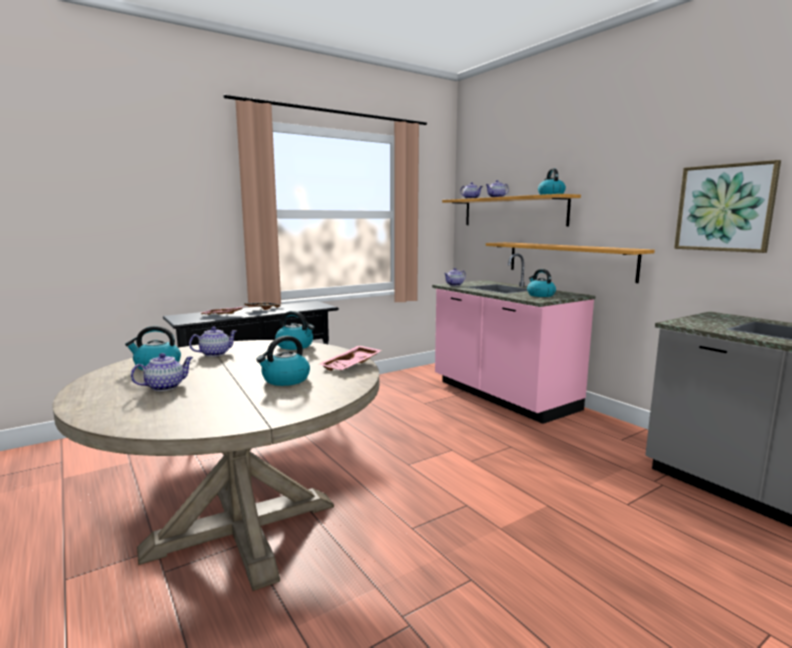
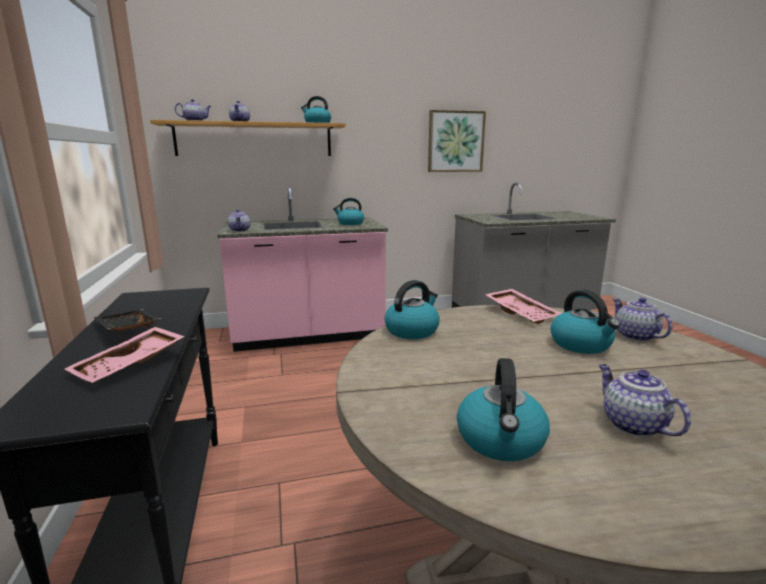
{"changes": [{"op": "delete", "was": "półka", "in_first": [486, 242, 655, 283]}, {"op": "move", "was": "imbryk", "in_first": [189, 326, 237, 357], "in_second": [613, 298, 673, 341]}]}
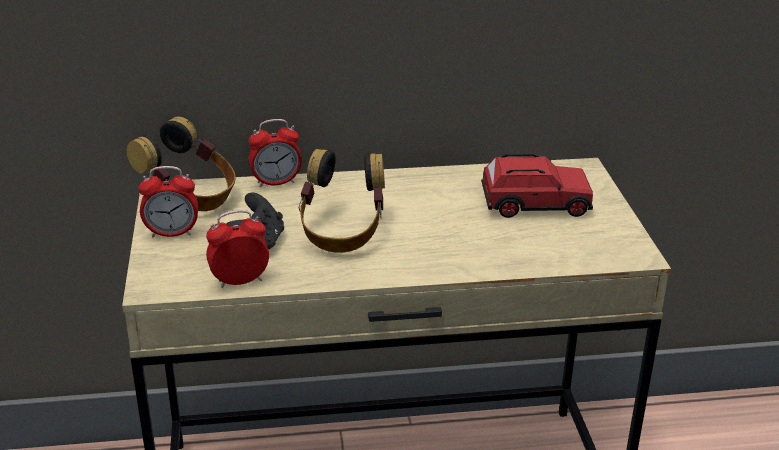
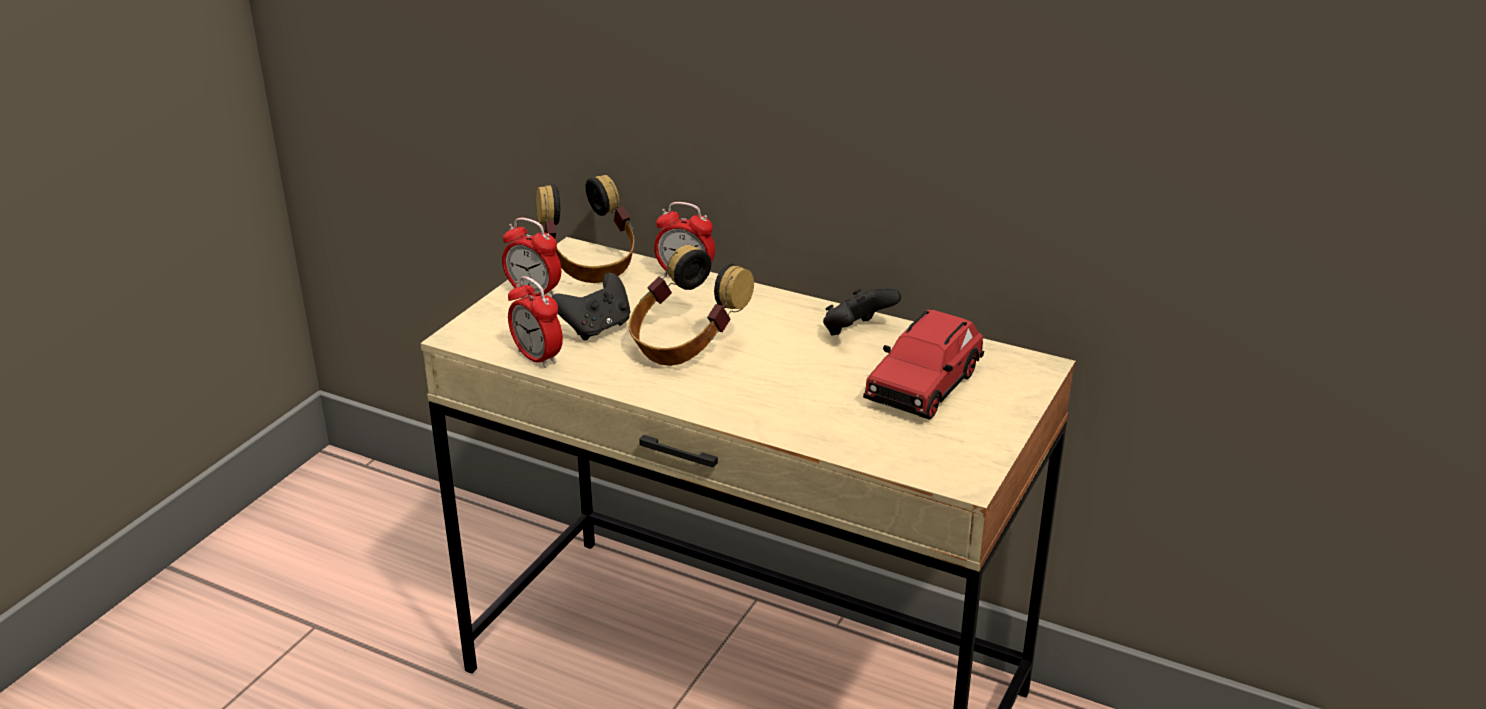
{"changes": [{"op": "rotate", "was": "samochodzik [czerwony]", "in_first": [481, 154, 593, 218], "in_second": [863, 310, 984, 420], "clockwise": 90}, {"op": "rotate", "was": "budzik", "in_first": [206, 210, 269, 288], "in_second": [508, 276, 563, 368], "clockwise": -150}, {"op": "insert", "now": "pad do gier [czarny]", "in_second": [823, 287, 901, 335]}]}
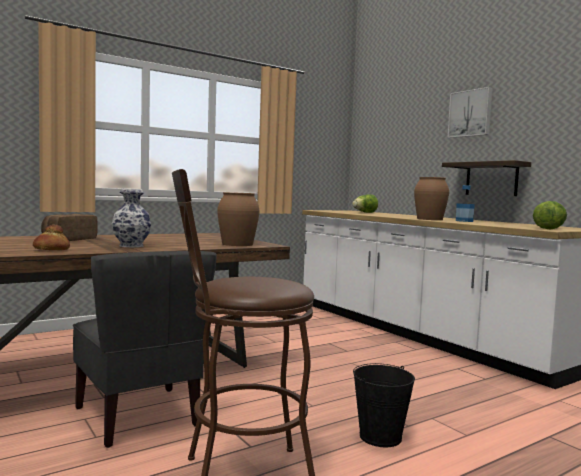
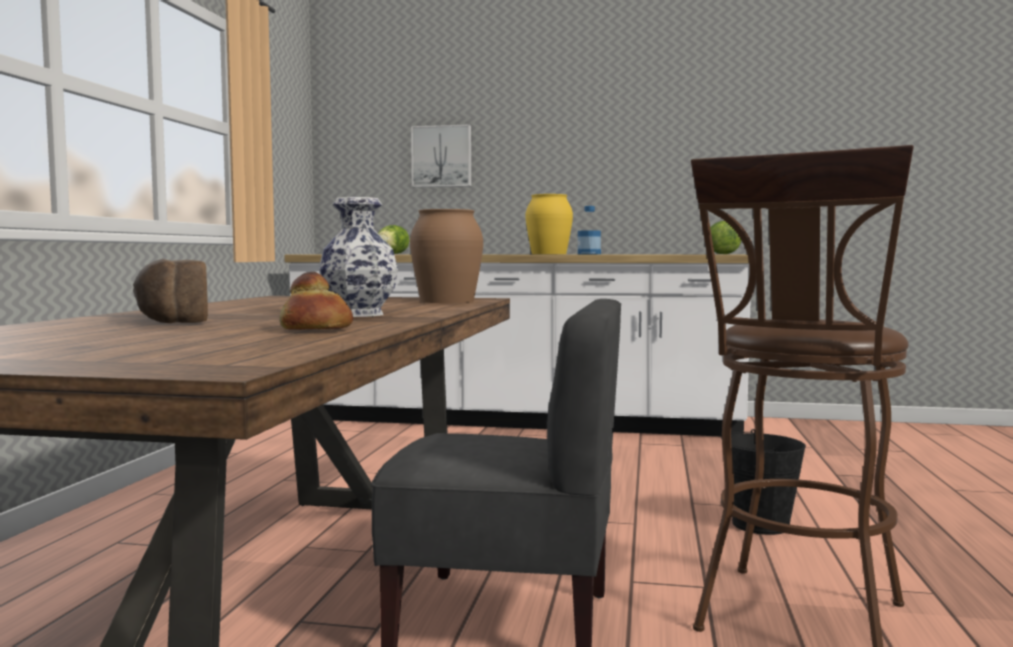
{"changes": [{"op": "move", "was": "obraz", "in_first": [448, 87, 493, 138], "in_second": [411, 125, 471, 187]}, {"op": "delete", "was": "półka", "in_first": [442, 160, 531, 196]}, {"op": "recolor", "was": "wazon [brązowy]", "now": "wazon [żółty]", "in_first": [414, 177, 449, 220], "in_second": [526, 194, 573, 254]}]}
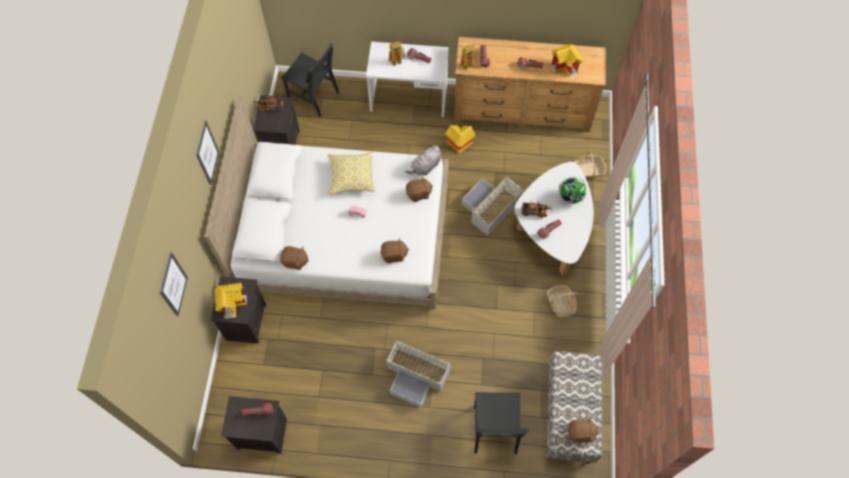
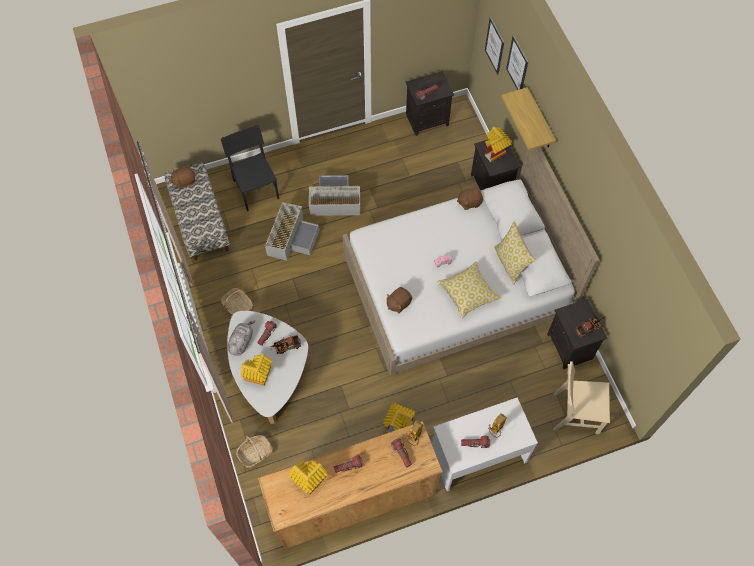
{"changes": [{"op": "recolor", "was": "krzesło [czarny]", "now": "krzesło [beżowy]", "in_first": [281, 43, 339, 117], "in_second": [553, 361, 610, 434]}, {"op": "move", "was": "obraz", "in_first": [196, 121, 219, 185], "in_second": [485, 17, 504, 75]}, {"op": "move", "was": "pluszak [szary]", "in_first": [405, 145, 441, 175], "in_second": [228, 321, 256, 356]}, {"op": "move", "was": "pojemnik do przechowywania [szary]", "in_first": [462, 176, 523, 235], "in_second": [265, 202, 319, 261]}, {"op": "replace", "was": "globus", "now": "domek", "in_first": [558, 176, 587, 204], "in_second": [241, 354, 272, 386]}, {"op": "delete", "was": "pluszak [brązowy]", "in_first": [380, 238, 409, 263]}, {"op": "insert", "now": "półka", "in_second": [501, 87, 556, 151]}, {"op": "insert", "now": "poduszka", "in_second": [494, 221, 535, 285]}]}
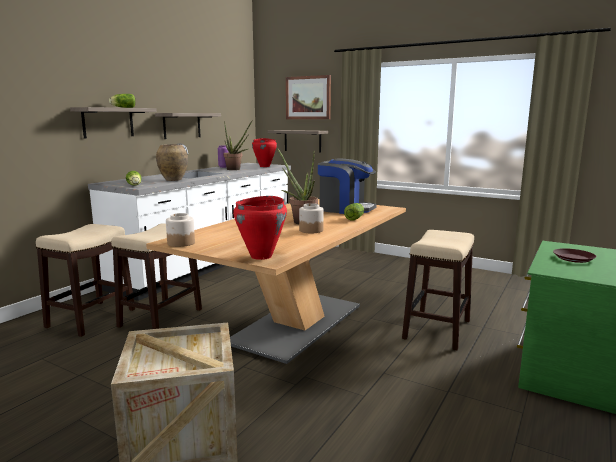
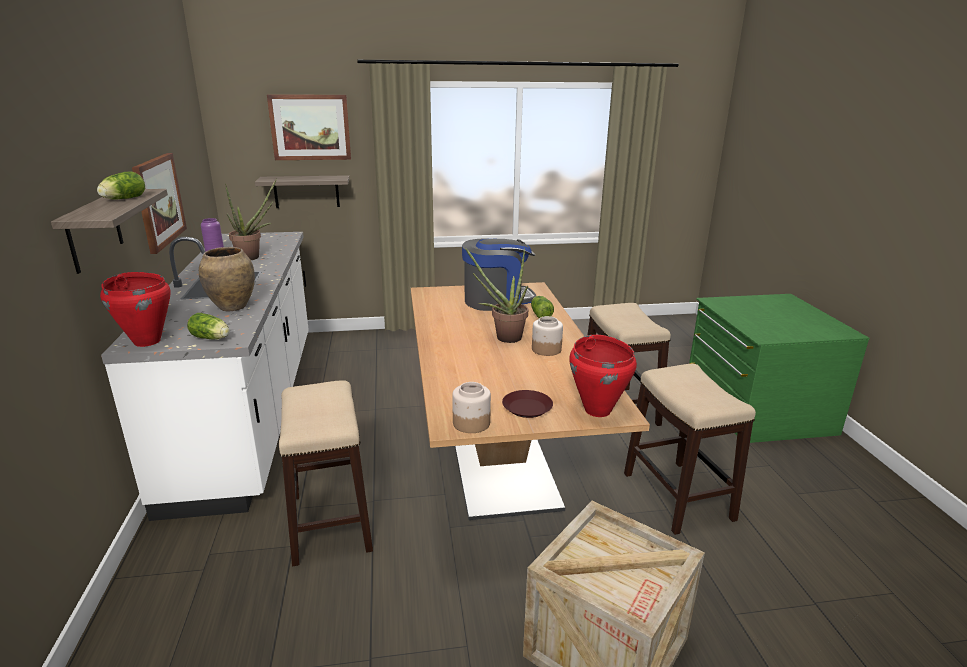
{"changes": [{"op": "replace", "was": "półka", "now": "obraz", "in_first": [155, 113, 221, 139], "in_second": [132, 153, 187, 254]}, {"op": "move", "was": "garnek [czerwony]", "in_first": [252, 138, 277, 167], "in_second": [100, 272, 171, 347]}, {"op": "move", "was": "stołek", "in_first": [36, 224, 135, 337], "in_second": [624, 364, 756, 535]}, {"op": "move", "was": "talerz [brązowy]", "in_first": [553, 248, 597, 263], "in_second": [502, 390, 553, 418]}]}
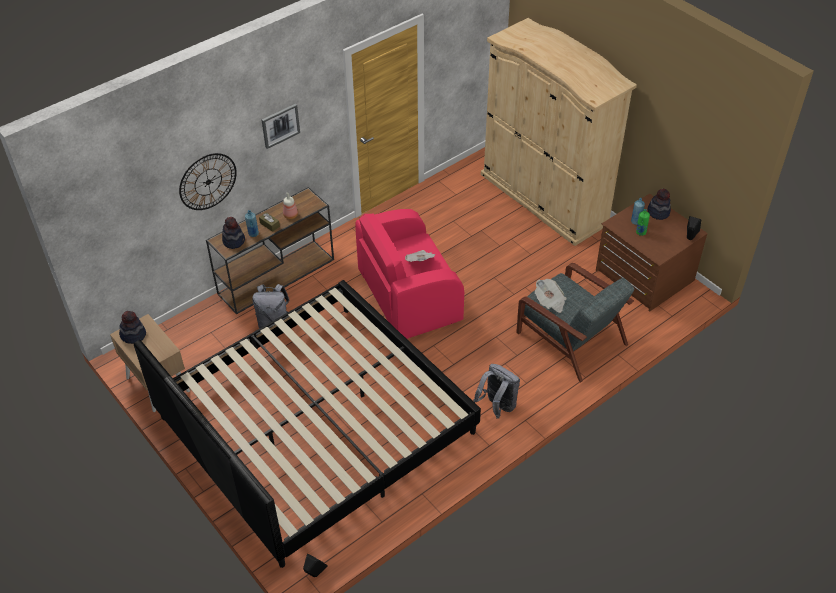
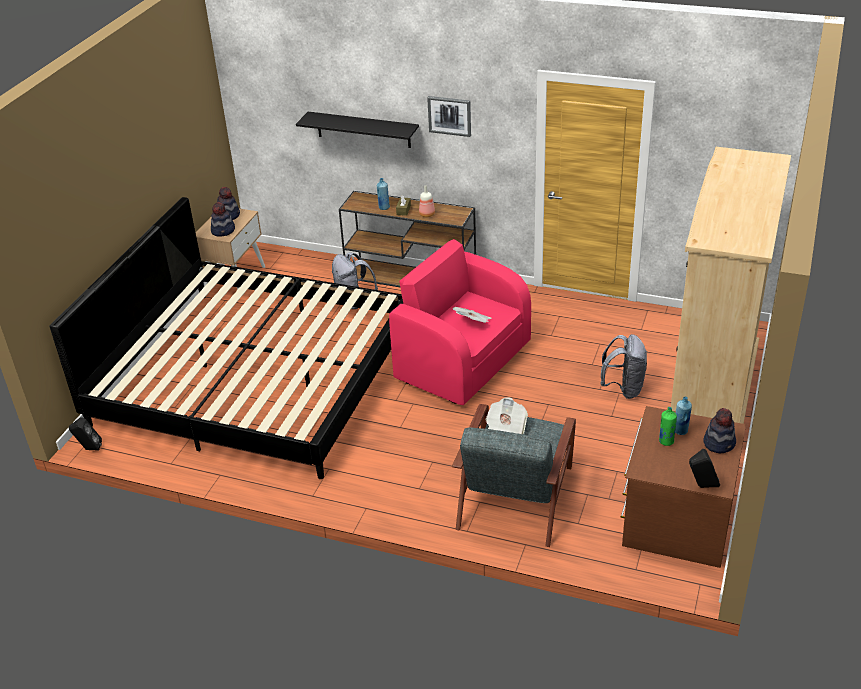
{"changes": [{"op": "replace", "was": "zegar ścienny", "now": "półka [czarny]", "in_first": [179, 153, 237, 210], "in_second": [296, 112, 419, 148]}, {"op": "move", "was": "kapelusz", "in_first": [222, 217, 245, 249], "in_second": [211, 202, 235, 237]}, {"op": "move", "was": "plecak [szary]", "in_first": [473, 364, 520, 419], "in_second": [601, 334, 647, 399]}]}
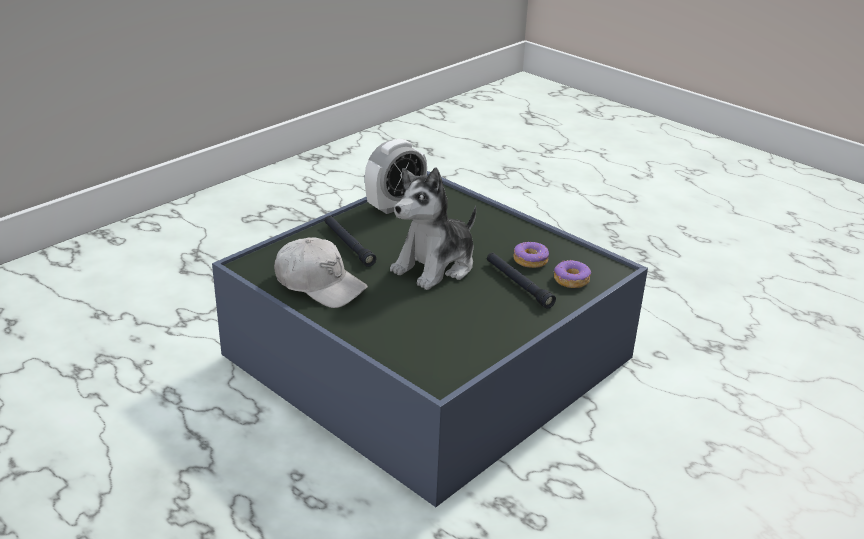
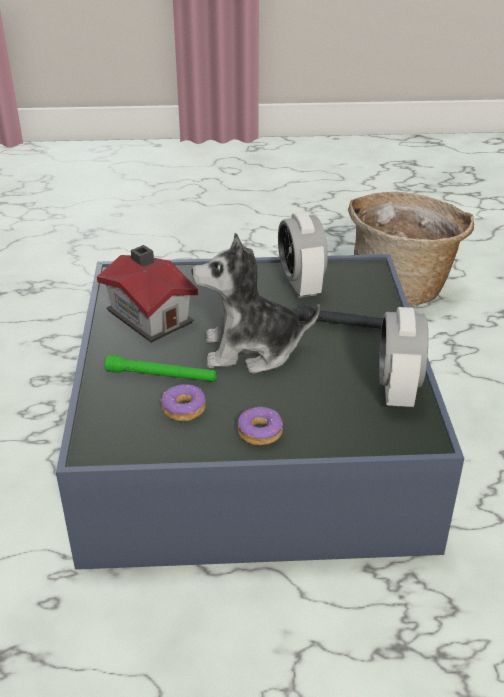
{"changes": [{"op": "rotate", "was": "pluszak", "in_first": [390, 167, 476, 290], "in_second": [192, 233, 320, 374], "clockwise": -90}, {"op": "replace", "was": "czapka z daszkiem [biały]", "now": "budzik", "in_first": [274, 237, 368, 308], "in_second": [278, 212, 328, 298]}, {"op": "recolor", "was": "latarka [czarny]", "now": "latarka [zielony]", "in_first": [487, 252, 556, 309], "in_second": [105, 355, 217, 382]}, {"op": "move", "was": "donut", "in_first": [554, 260, 591, 288], "in_second": [238, 407, 283, 445]}, {"op": "insert", "now": "koszyk", "in_second": [348, 192, 474, 306]}, {"op": "insert", "now": "domek", "in_second": [97, 245, 198, 343]}]}
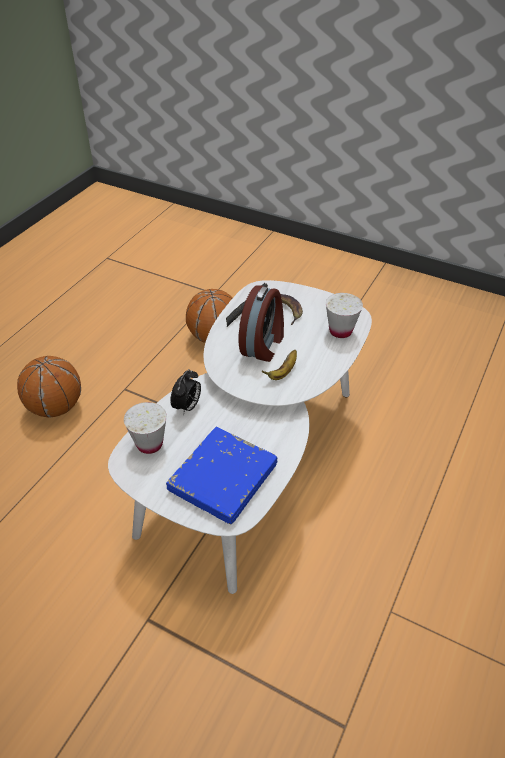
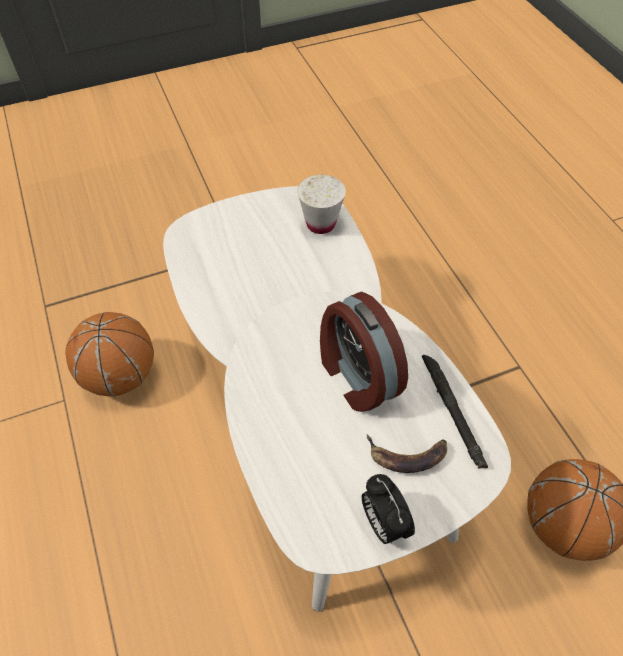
{"changes": [{"op": "delete", "was": "filiżanka [biały]", "in_first": [326, 293, 363, 338]}, {"op": "delete", "was": "banan", "in_first": [262, 350, 297, 380]}, {"op": "move", "was": "piłka do koszykówki", "in_first": [17, 356, 81, 418], "in_second": [65, 312, 154, 397]}, {"op": "move", "was": "budzik", "in_first": [170, 369, 201, 415], "in_second": [362, 474, 415, 544]}, {"op": "delete", "was": "książka [niebieski]", "in_first": [166, 427, 277, 524]}]}
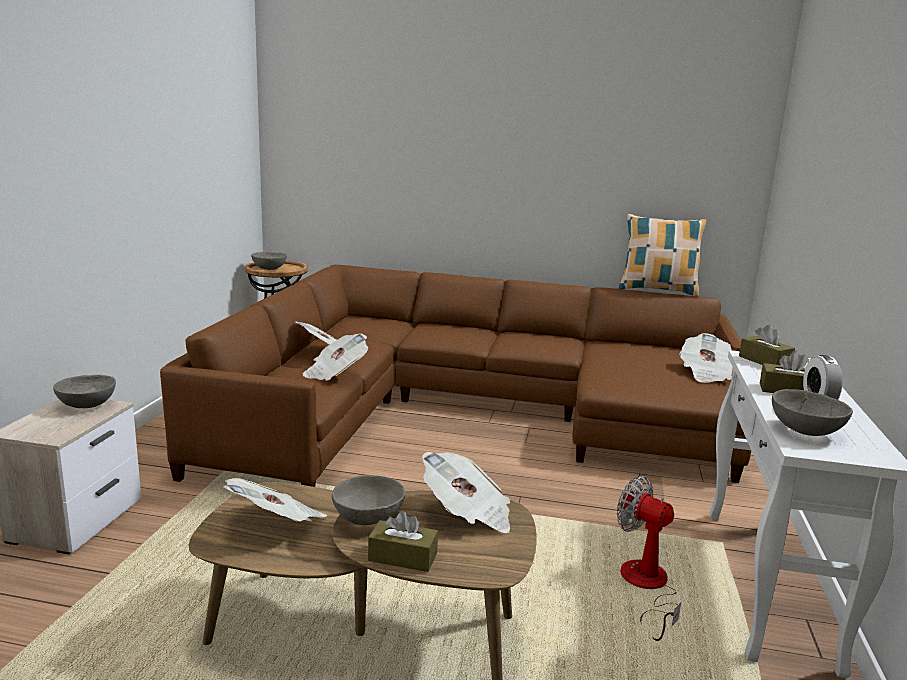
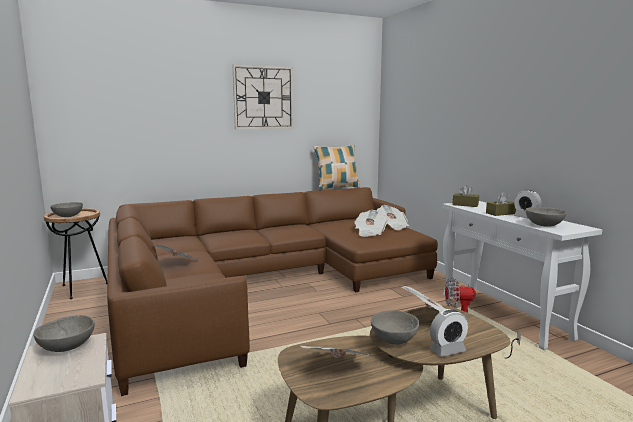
{"changes": [{"op": "move", "was": "gazeta", "in_first": [303, 334, 368, 381], "in_second": [354, 210, 388, 237]}, {"op": "replace", "was": "pudełko chusteczek [brązowy]", "now": "budzik", "in_first": [368, 511, 438, 572], "in_second": [430, 309, 468, 357]}, {"op": "insert", "now": "zegar ścienny", "in_second": [232, 64, 293, 129]}]}
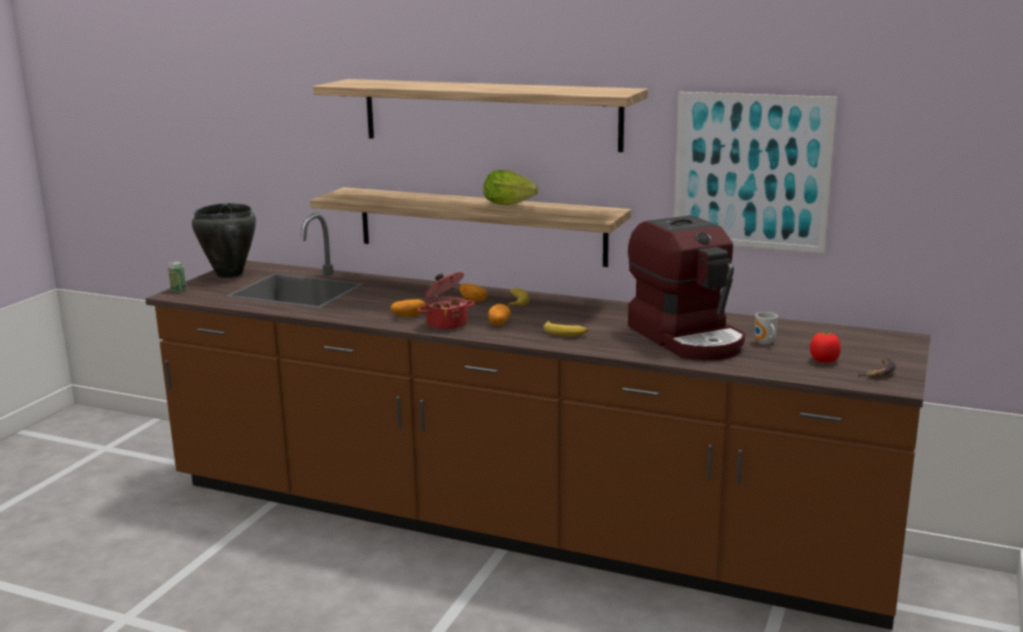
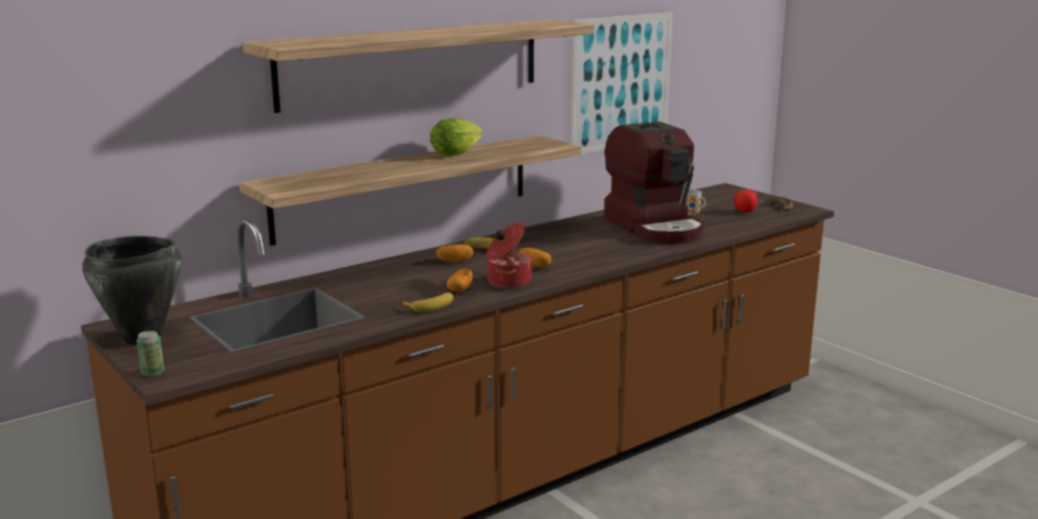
{"changes": [{"op": "rotate", "was": "ekspres do kawy", "in_first": [628, 215, 745, 361], "in_second": [604, 122, 704, 244], "clockwise": 60}, {"op": "move", "was": "banan", "in_first": [543, 321, 588, 337], "in_second": [400, 293, 453, 312]}]}
